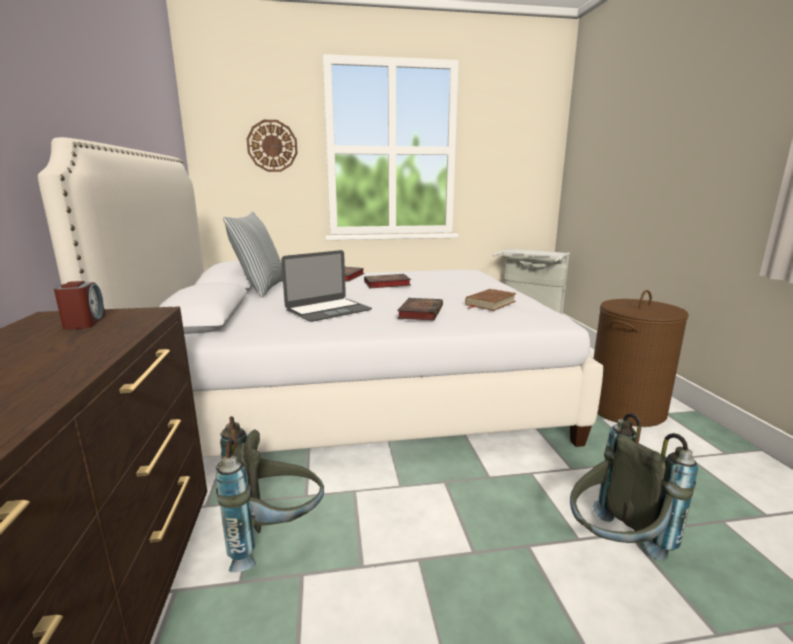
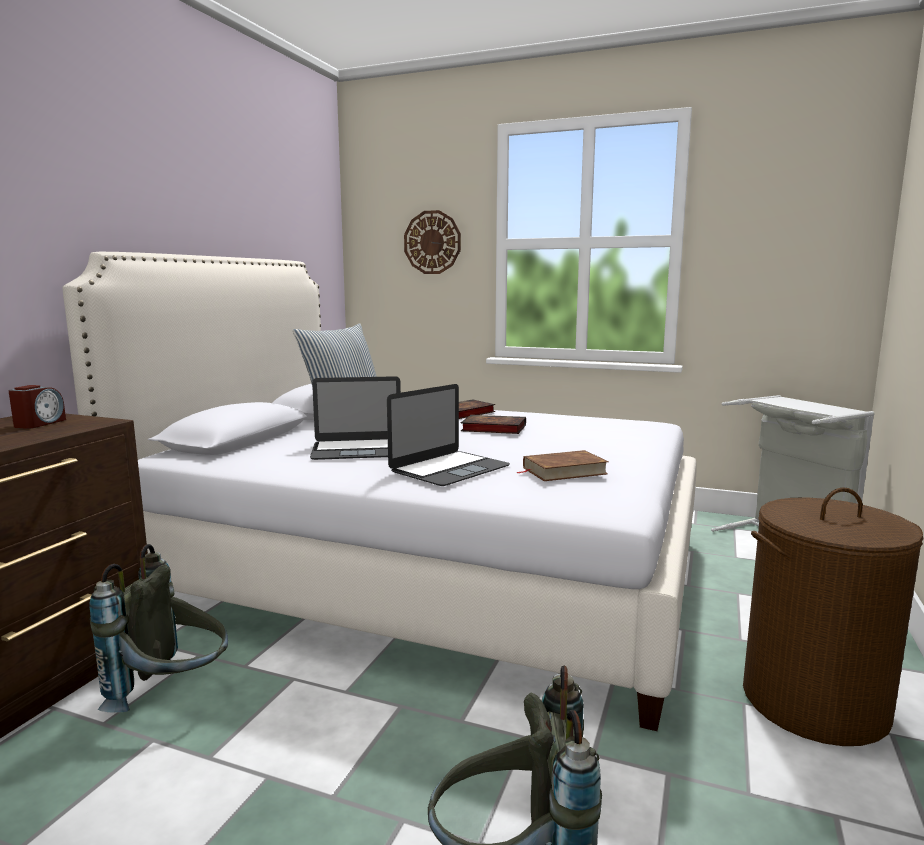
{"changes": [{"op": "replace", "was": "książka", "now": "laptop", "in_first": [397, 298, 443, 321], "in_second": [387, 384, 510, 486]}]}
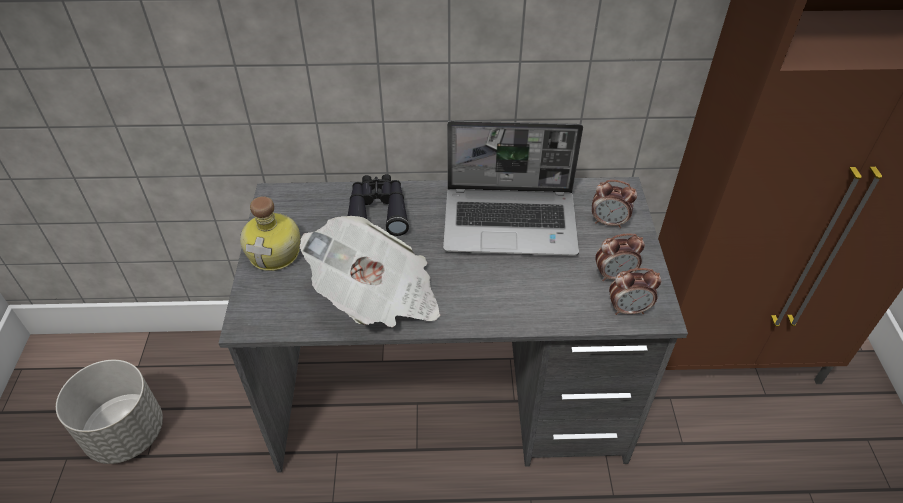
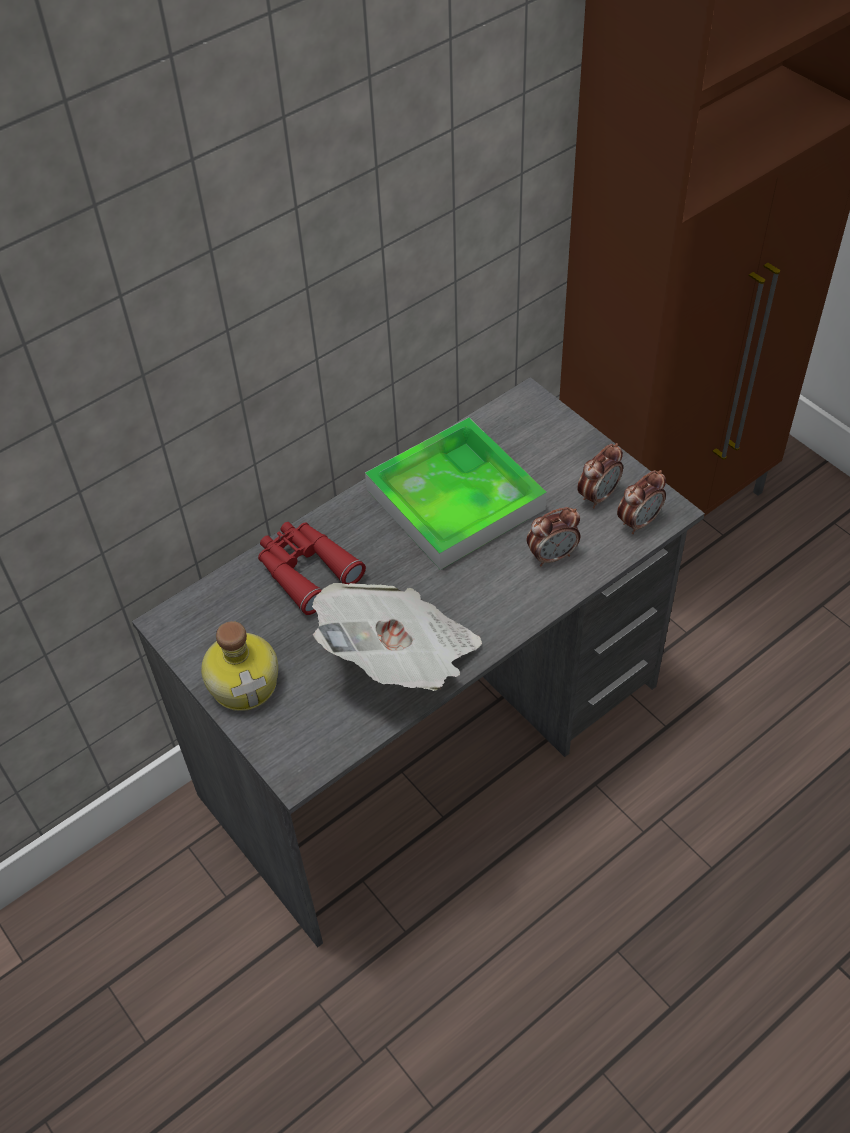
{"changes": [{"op": "replace", "was": "laptop", "now": "taca", "in_first": [443, 121, 583, 256], "in_second": [365, 417, 547, 570]}, {"op": "recolor", "was": "lornetka [czarny]", "now": "lornetka [czerwony]", "in_first": [348, 174, 409, 236], "in_second": [258, 522, 366, 615]}, {"op": "move", "was": "budzik", "in_first": [592, 180, 637, 228], "in_second": [527, 507, 580, 566]}, {"op": "delete", "was": "donica [szary]", "in_first": [56, 360, 163, 464]}]}
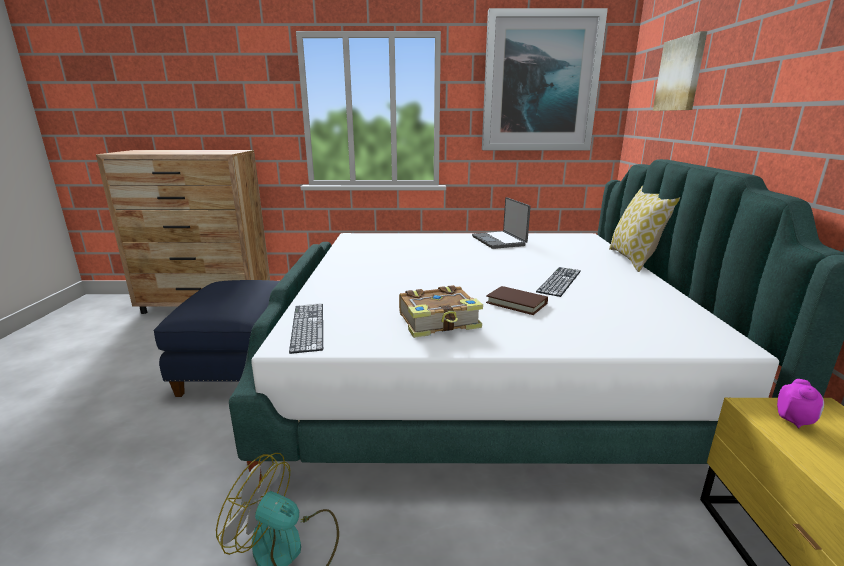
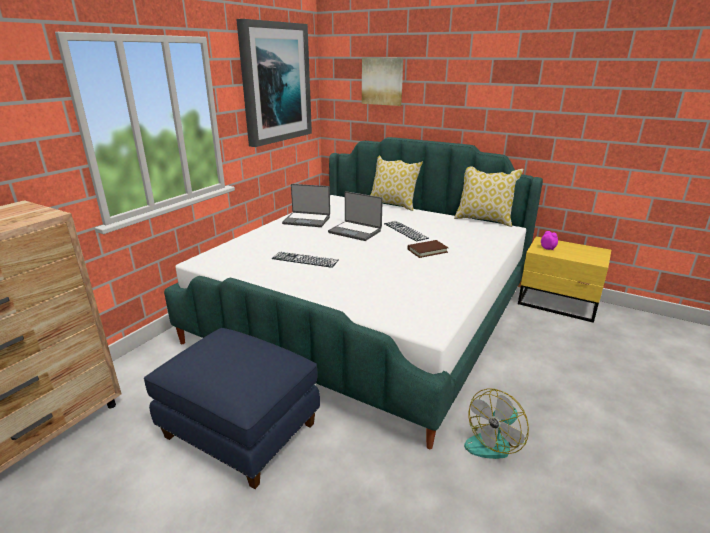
{"changes": [{"op": "delete", "was": "książka", "in_first": [399, 285, 483, 338]}, {"op": "move", "was": "klawiatura", "in_first": [289, 303, 323, 354], "in_second": [272, 252, 339, 268]}, {"op": "insert", "now": "poduszka", "in_second": [454, 166, 524, 227]}, {"op": "insert", "now": "laptop", "in_second": [328, 191, 383, 241]}]}
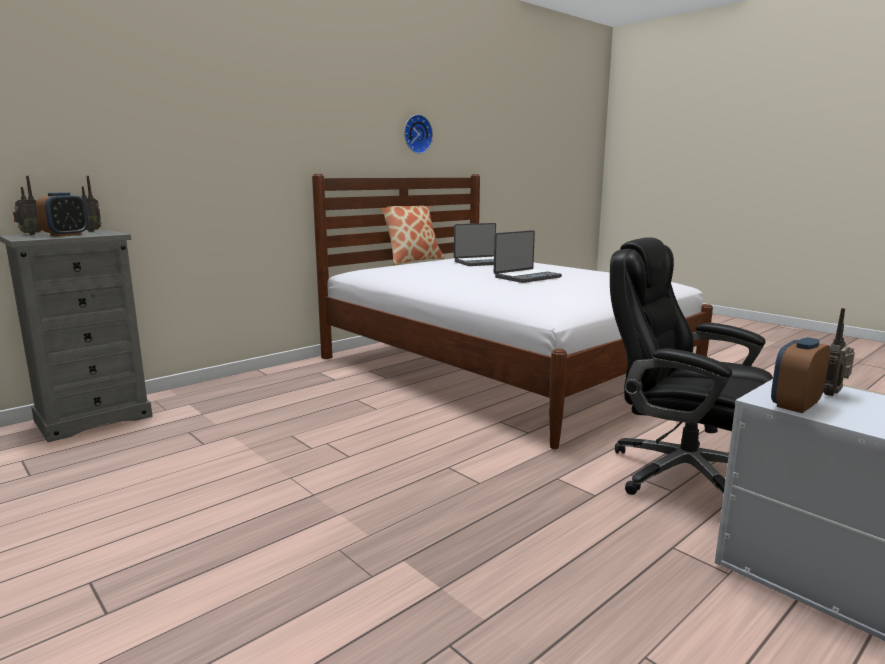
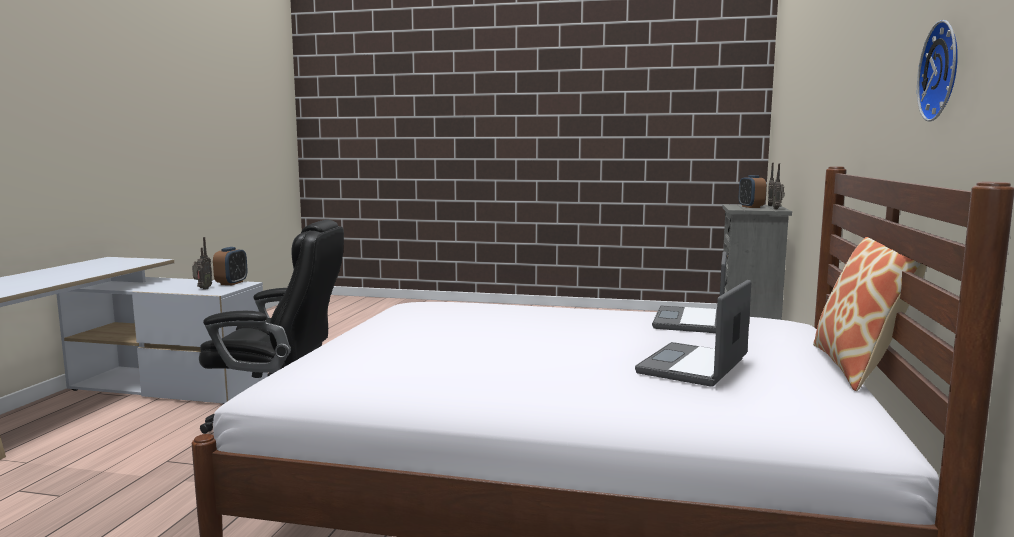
{"changes": [{"op": "move", "was": "laptop", "in_first": [494, 230, 562, 283], "in_second": [652, 252, 727, 333]}]}
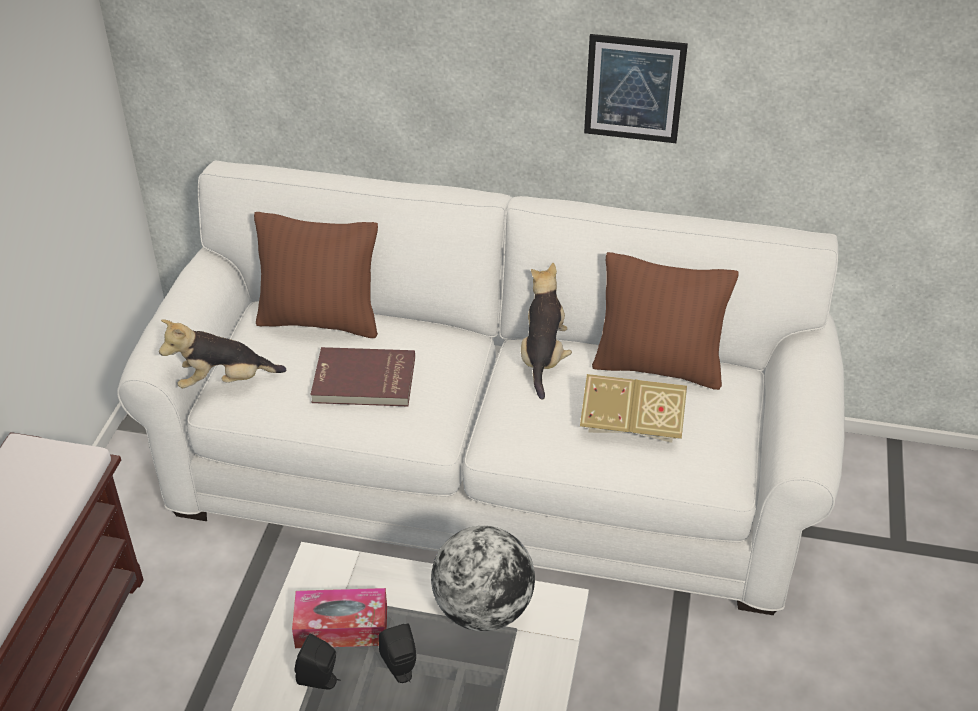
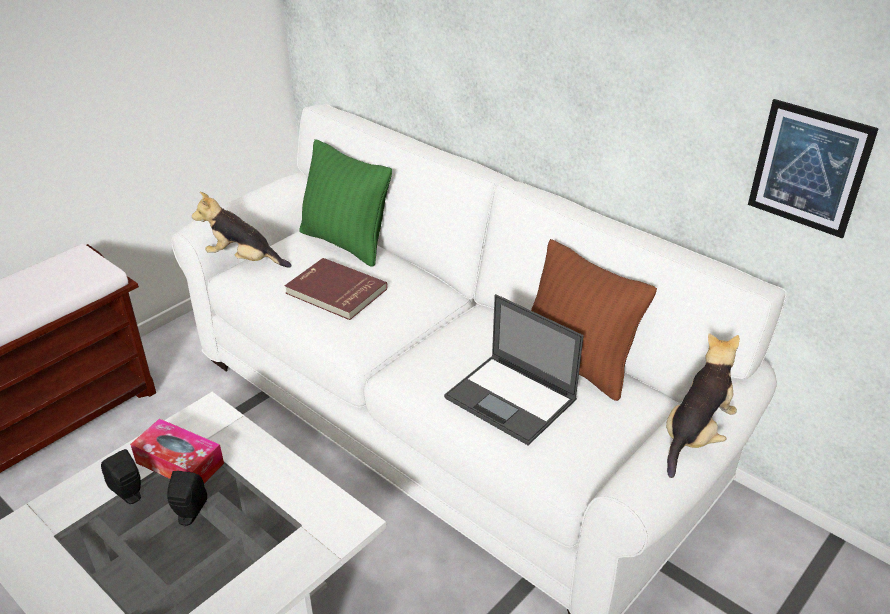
{"changes": [{"op": "move", "was": "obraz", "in_first": [584, 34, 688, 143], "in_second": [748, 99, 879, 238]}, {"op": "recolor", "was": "poduszka [brązowy]", "now": "poduszka [zielony]", "in_first": [254, 212, 378, 338], "in_second": [299, 139, 392, 267]}, {"op": "move", "was": "pluszak", "in_first": [521, 263, 572, 400], "in_second": [666, 333, 740, 478]}, {"op": "replace", "was": "książka", "now": "laptop", "in_first": [580, 374, 687, 443], "in_second": [444, 294, 584, 445]}, {"op": "delete", "was": "globus", "in_first": [431, 526, 535, 631]}]}
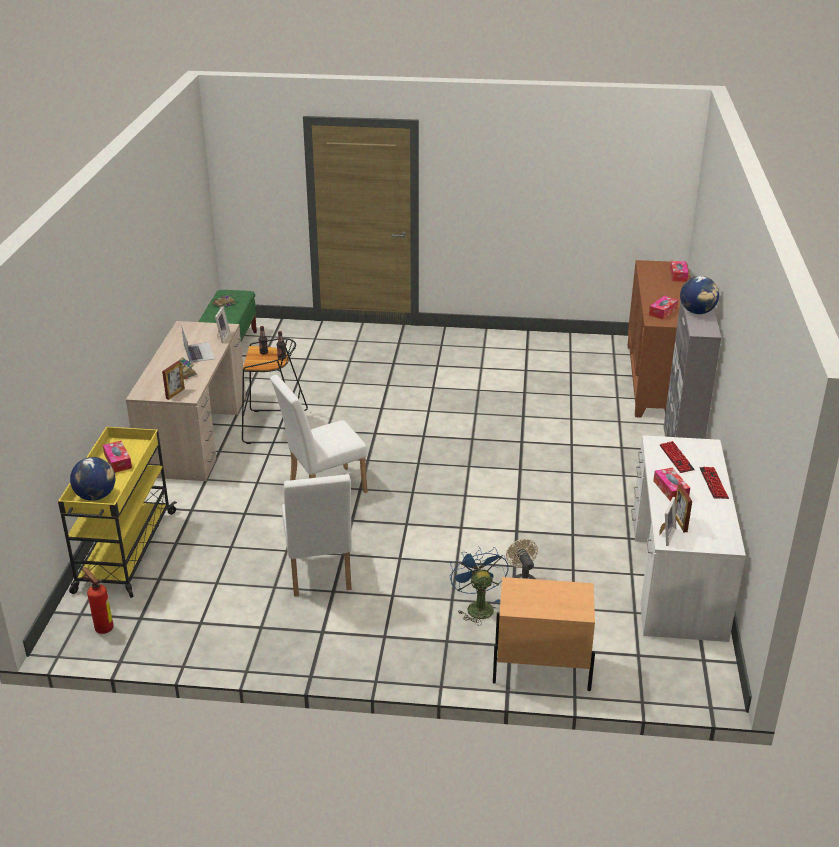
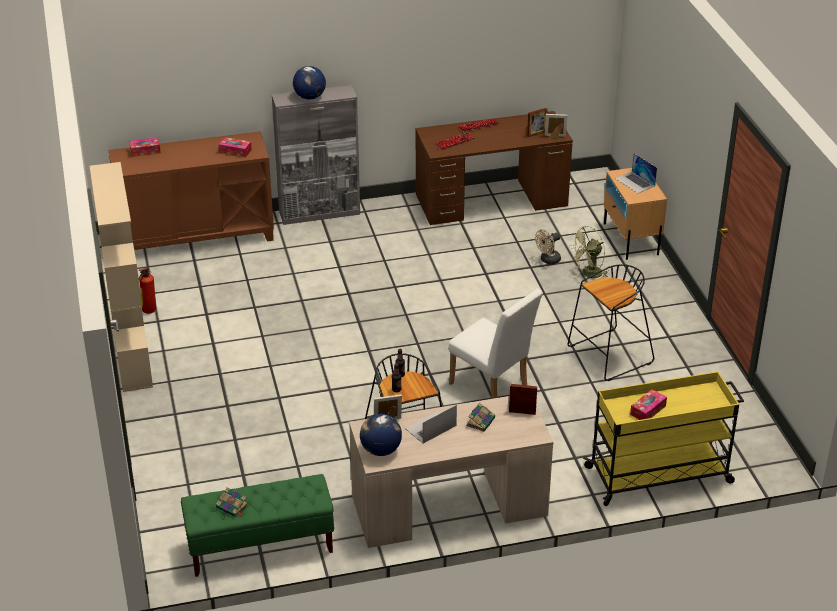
{"changes": [{"op": "recolor", "was": "biurko [biały]", "now": "biurko [brązowy]", "in_first": [631, 435, 746, 642], "in_second": [415, 111, 573, 225]}, {"op": "move", "was": "globus", "in_first": [70, 457, 115, 501], "in_second": [360, 414, 402, 456]}, {"op": "delete", "was": "pudełko chusteczek", "in_first": [653, 468, 690, 501]}, {"op": "replace", "was": "krzesło [biały]", "now": "stołek [czarny]", "in_first": [282, 474, 352, 597], "in_second": [567, 264, 654, 381]}, {"op": "recolor", "was": "wentylator [niebieski]", "now": "wentylator [zielony]", "in_first": [450, 546, 509, 625], "in_second": [569, 226, 609, 278]}, {"op": "move", "was": "gaśnica", "in_first": [82, 567, 114, 634], "in_second": [139, 268, 156, 314]}, {"op": "insert", "now": "laptop", "in_second": [615, 153, 657, 193]}, {"op": "insert", "now": "regał [beżowy]", "in_second": [90, 162, 153, 392]}]}
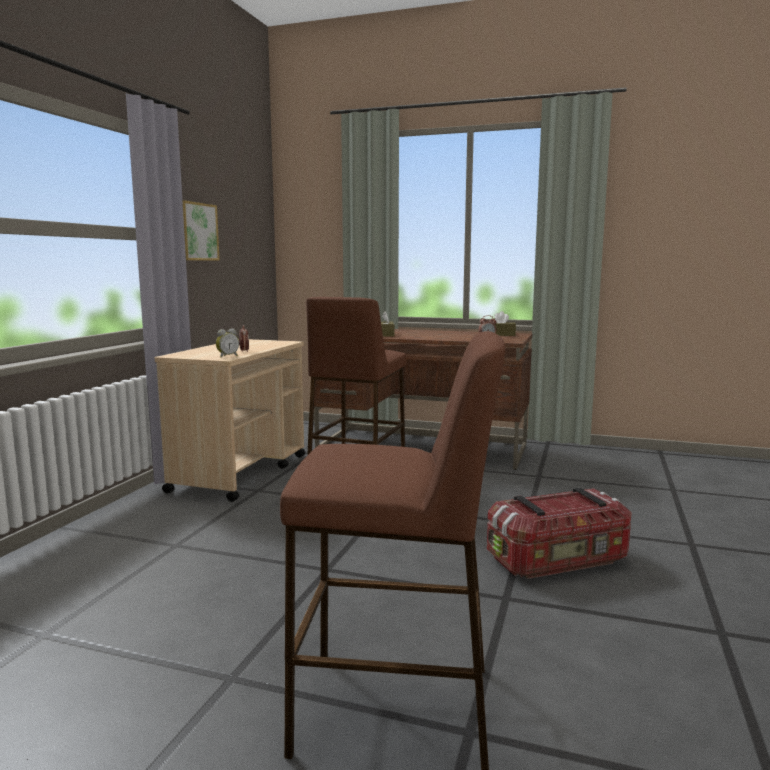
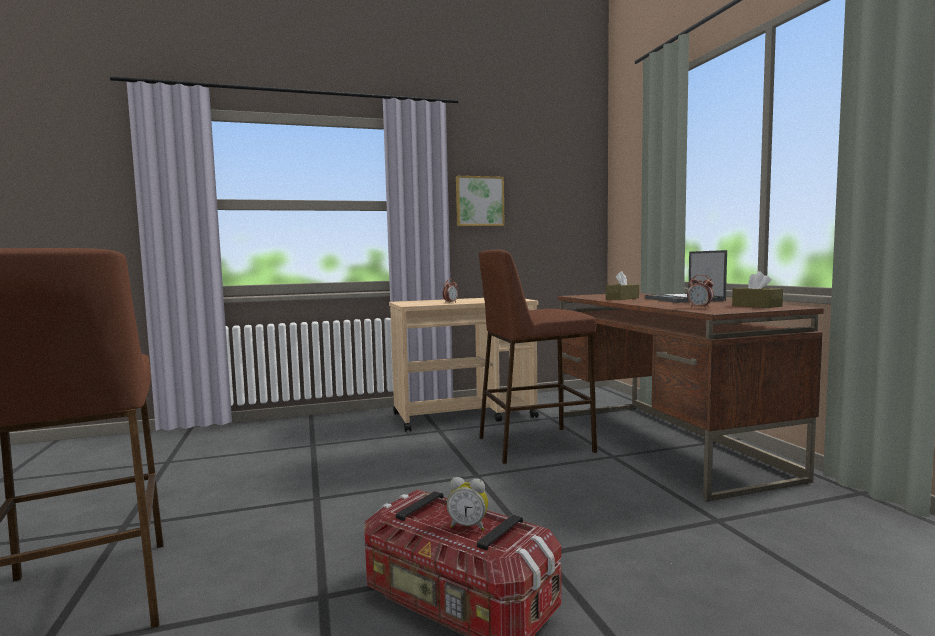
{"changes": [{"op": "move", "was": "budzik", "in_first": [216, 329, 239, 358], "in_second": [447, 477, 488, 531]}, {"op": "insert", "now": "laptop", "in_second": [645, 250, 727, 303]}]}
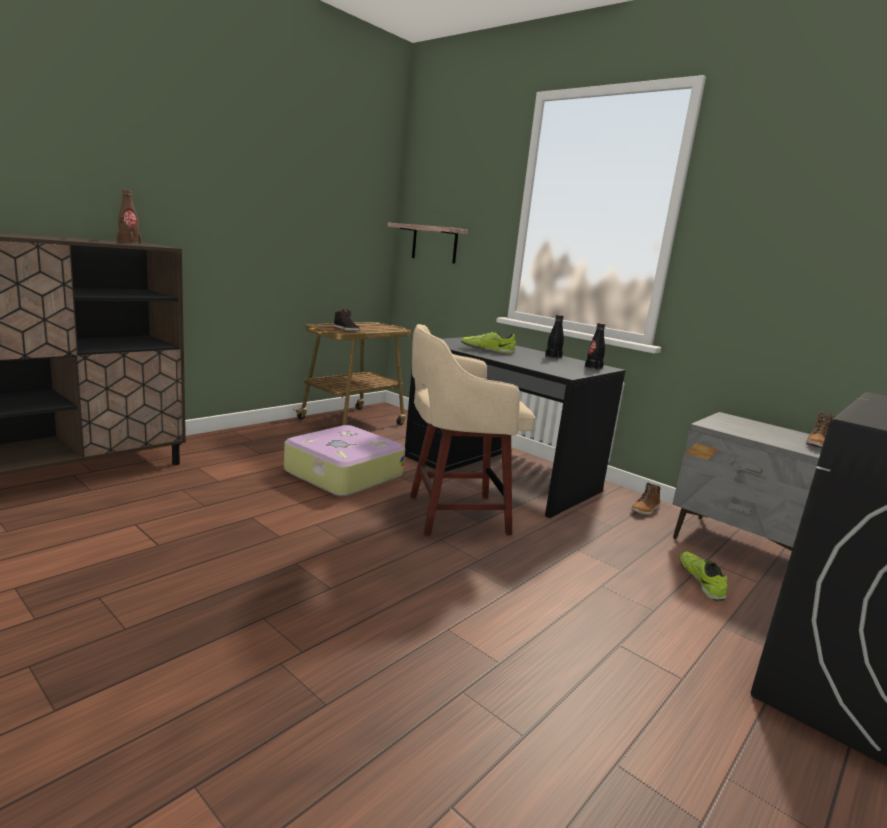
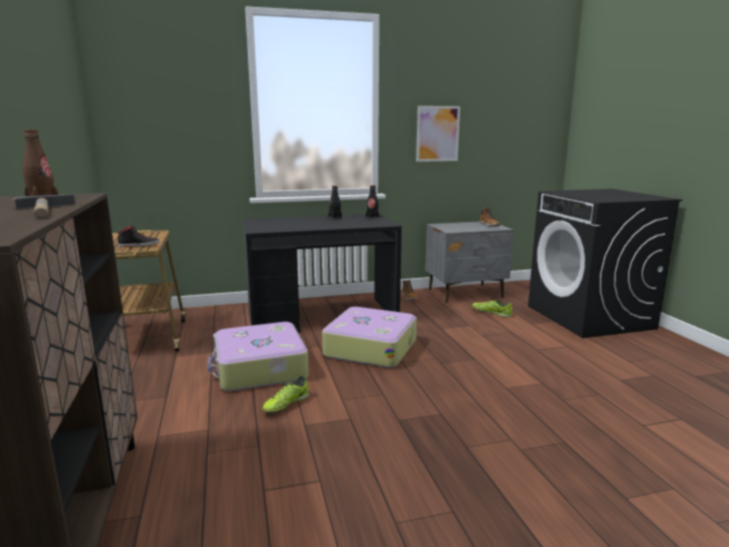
{"changes": [{"op": "delete", "was": "półka", "in_first": [388, 223, 468, 264]}, {"op": "replace", "was": "stołek [beżowy]", "now": "walizka", "in_first": [410, 324, 535, 536], "in_second": [322, 307, 417, 368]}, {"op": "move", "was": "but", "in_first": [461, 331, 515, 354], "in_second": [262, 375, 309, 414]}, {"op": "insert", "now": "obraz", "in_second": [416, 106, 460, 162]}, {"op": "insert", "now": "młotek", "in_second": [14, 194, 76, 217]}]}
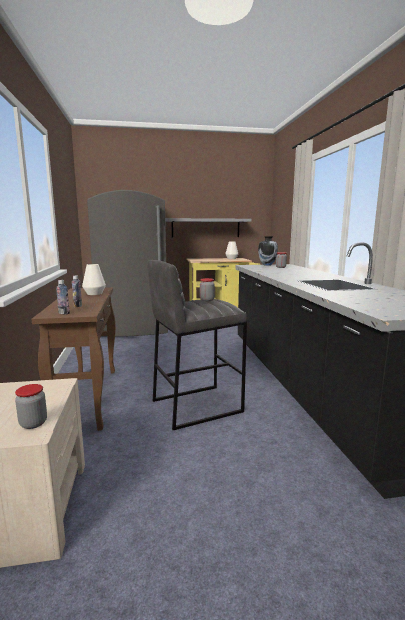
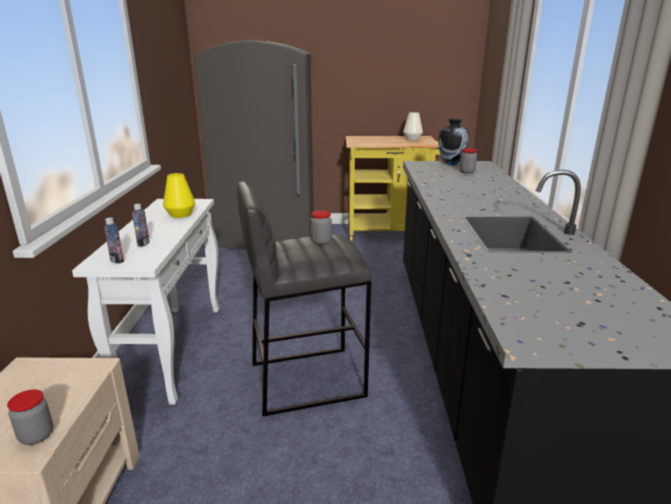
{"changes": [{"op": "delete", "was": "półka [szary]", "in_first": [165, 218, 252, 237]}, {"op": "recolor", "was": "wazon [biały]", "now": "wazon [żółty]", "in_first": [82, 264, 106, 295], "in_second": [163, 173, 195, 218]}, {"op": "recolor", "was": "stolik konsolowy [brązowy]", "now": "stolik konsolowy [biały]", "in_first": [32, 287, 116, 431], "in_second": [72, 199, 220, 405]}]}
